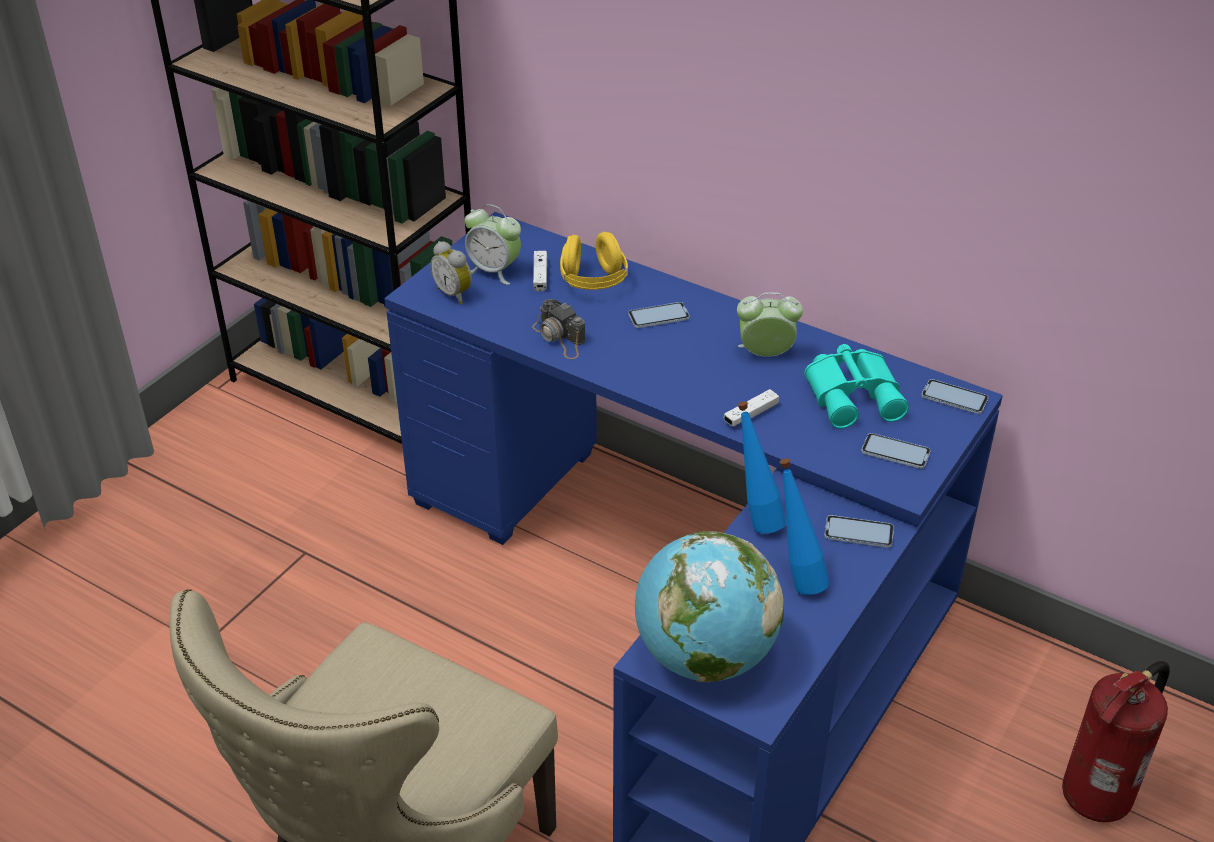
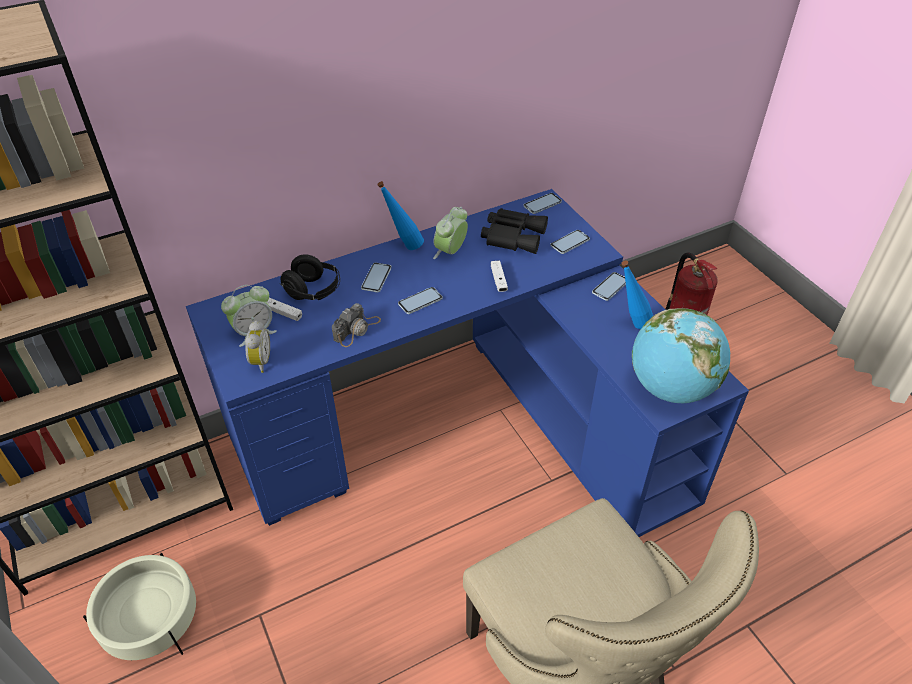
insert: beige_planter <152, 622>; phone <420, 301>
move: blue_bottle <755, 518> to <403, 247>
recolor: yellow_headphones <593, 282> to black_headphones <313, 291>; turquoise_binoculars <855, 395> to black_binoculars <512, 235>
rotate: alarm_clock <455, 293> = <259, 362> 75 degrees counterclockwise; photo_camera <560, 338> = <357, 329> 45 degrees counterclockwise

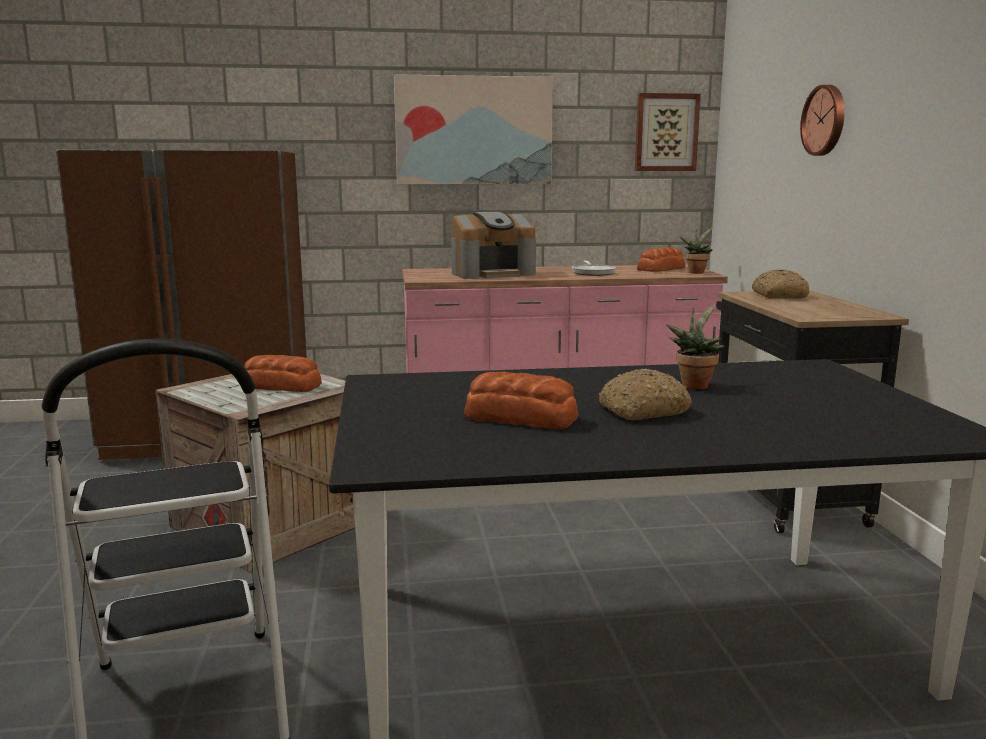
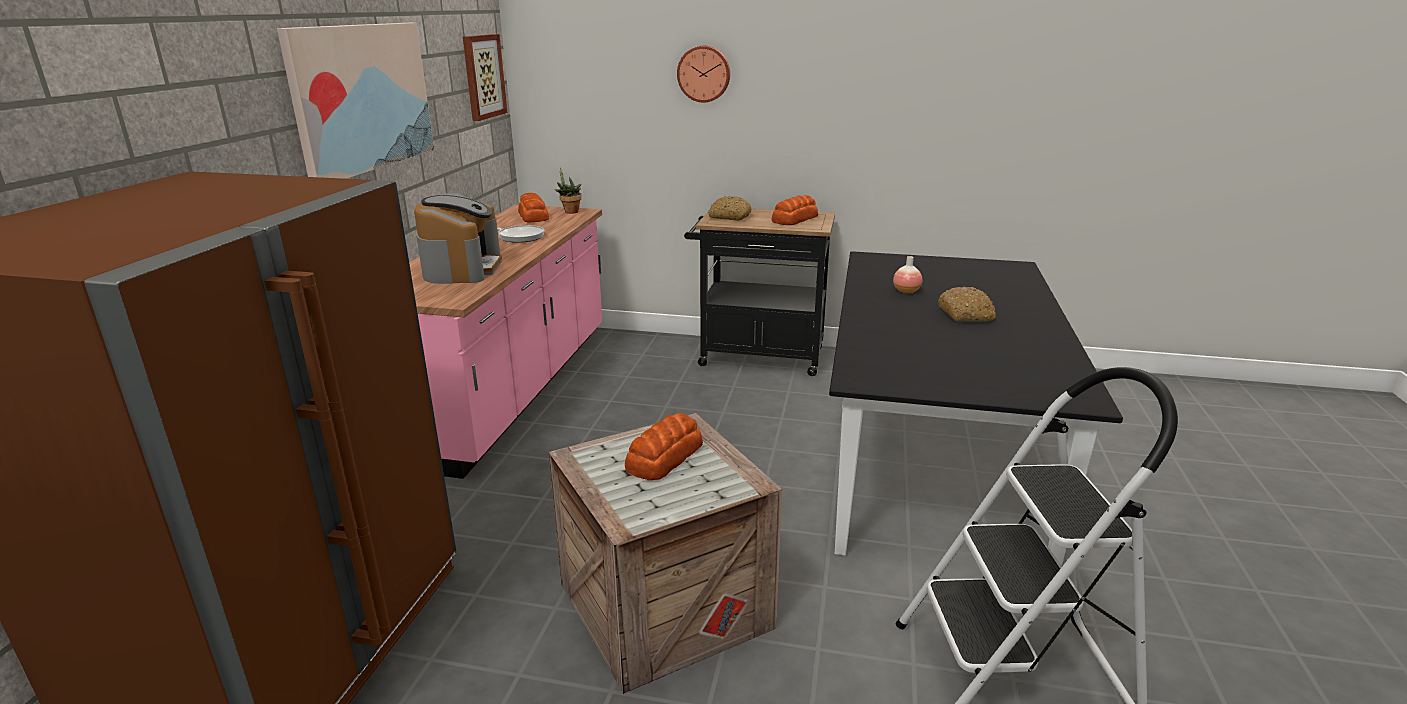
move: bread <519, 417> to <794, 219>
replace: potted_plant <694, 385> to vase <906, 291>

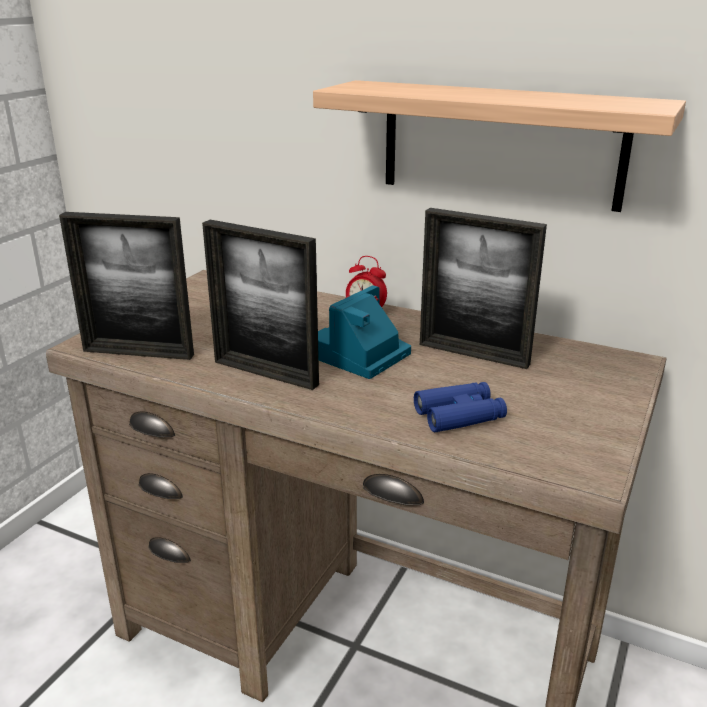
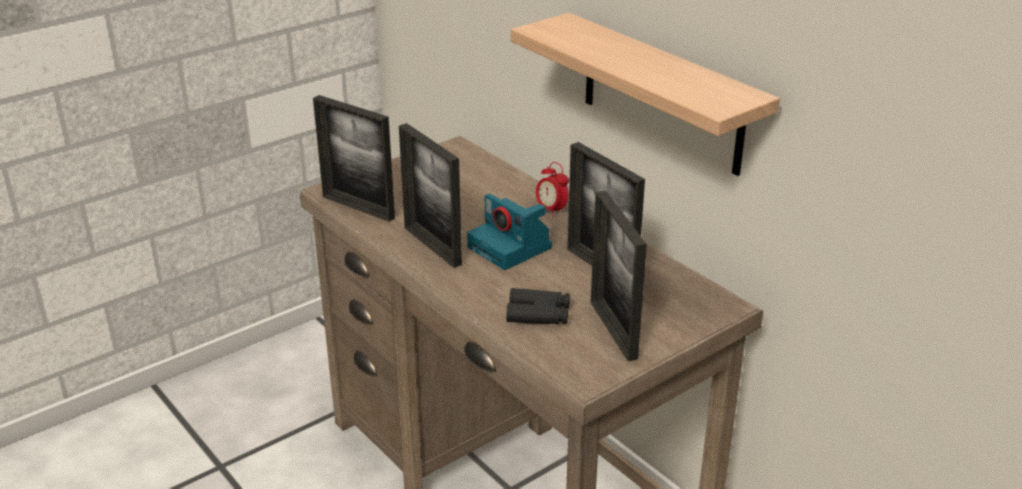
insert: picture_frame <613, 329>
recolor: blue_binoculars <459, 415> to black_binoculars <538, 314>
rotate: photo_camera <359, 356> = <511, 248> 105 degrees counterclockwise

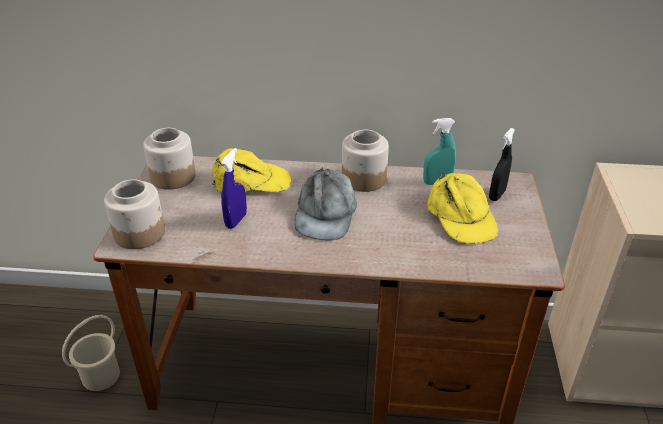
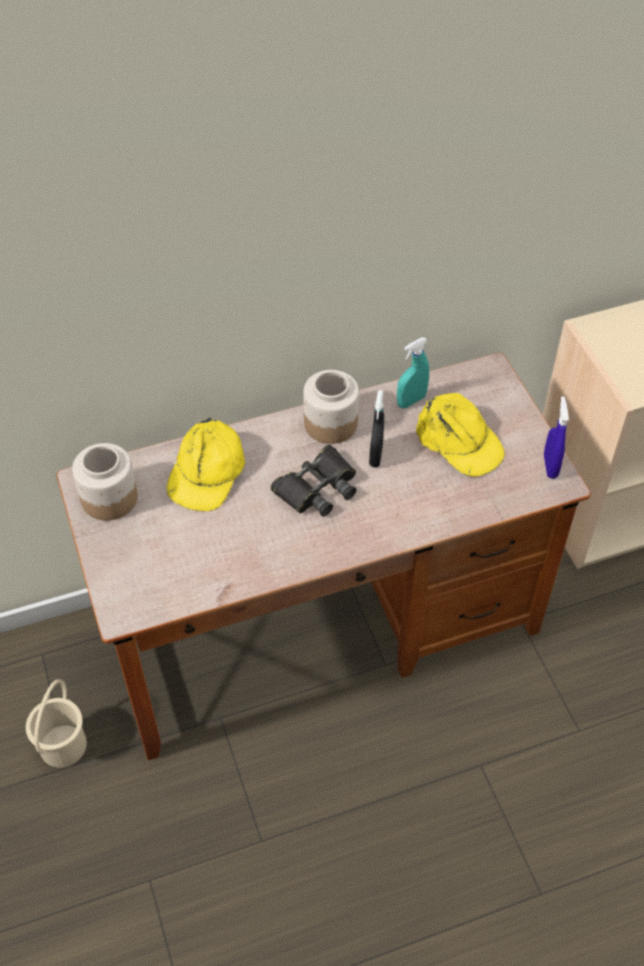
delete: jar <140, 233>
move: blue_spray_bottle <236, 221> to <550, 466>; black_spray_bottle <497, 195> to <375, 456>
replace: grey_cap <325, 213> to black_binoculars <317, 488>
rotate: yellow_cap <251, 181> = <207, 472> 135 degrees clockwise

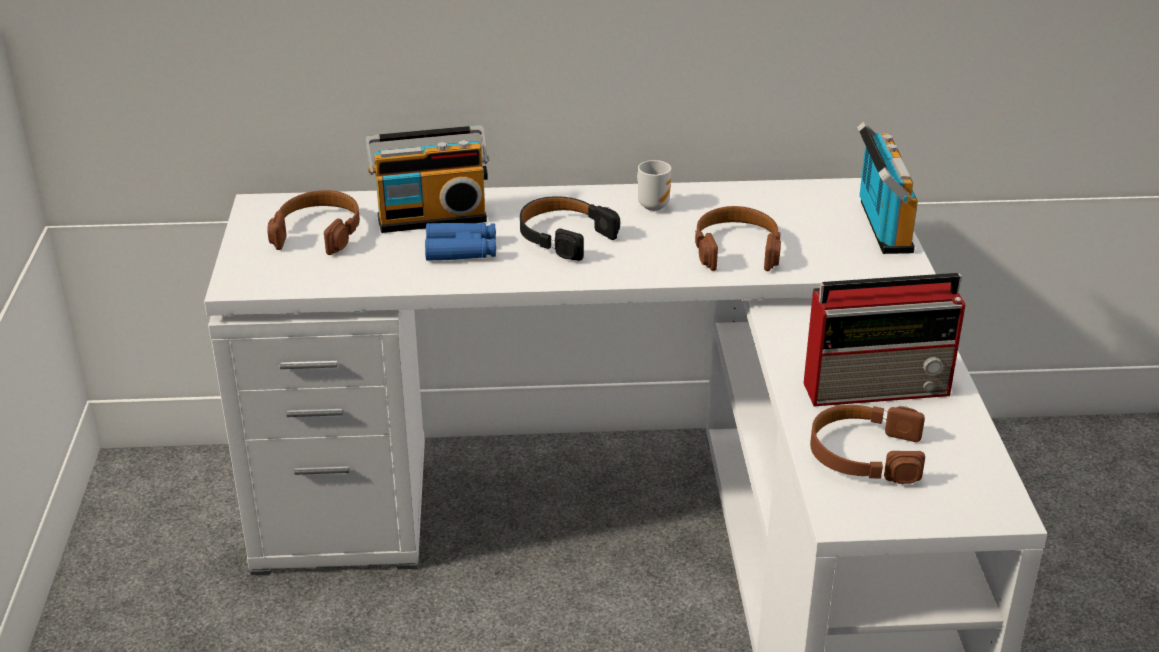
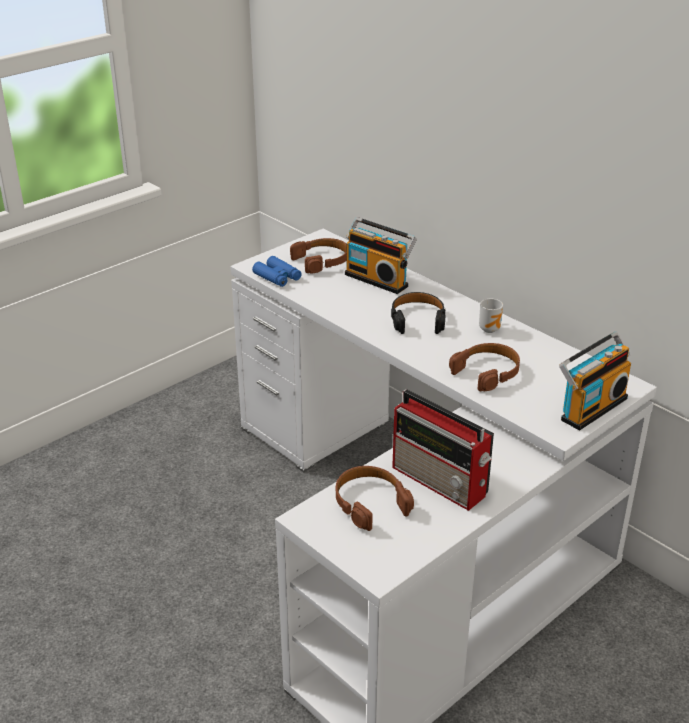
move: blue_binoculars <461, 250> to <277, 277>

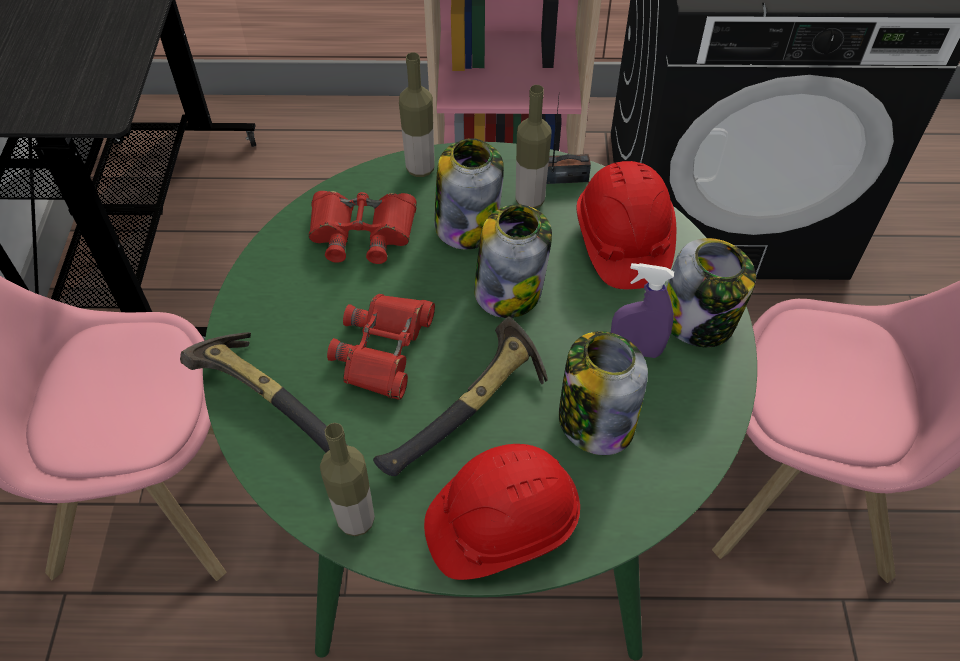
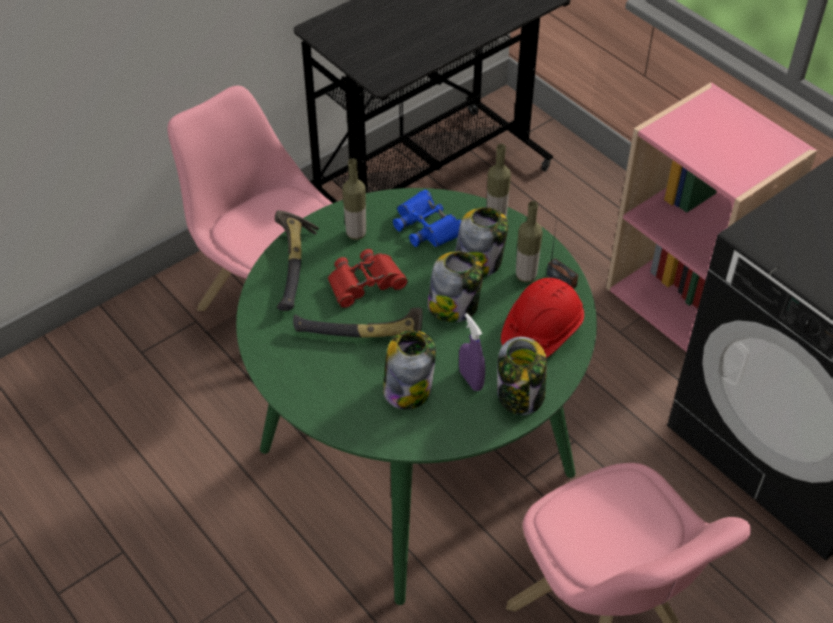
delete: red_hard_hat <501, 524>
move: bottle <356, 520> to <356, 234>
recolor: red_binoculars <362, 232> to blue_binoculars <427, 226>

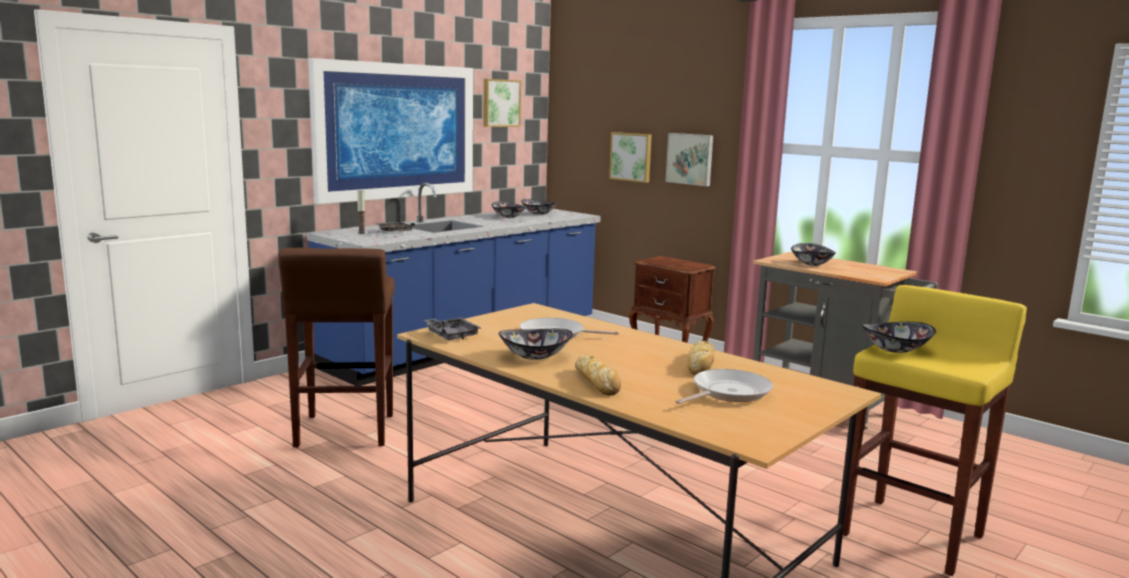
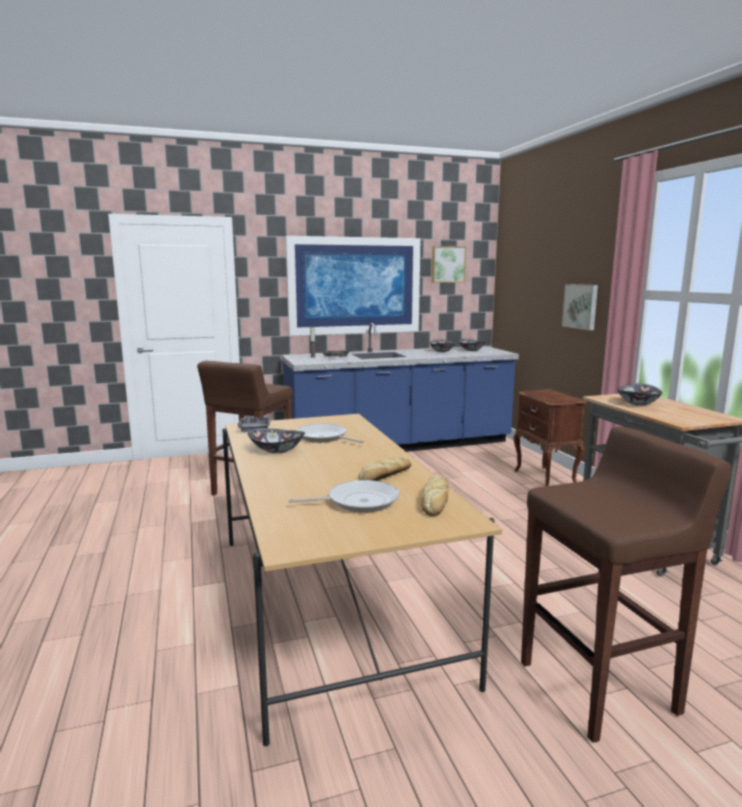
delete: picture <631, 157>; bowl <895, 349>
move: bread <597, 382> to <435, 501>
recolor: yellow_stool <913, 535> to brown_stool <599, 687>

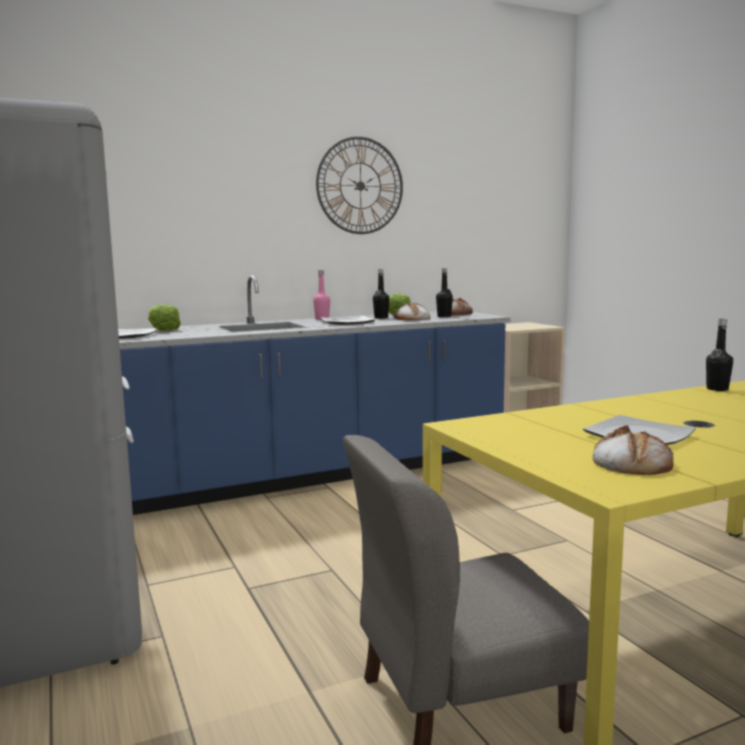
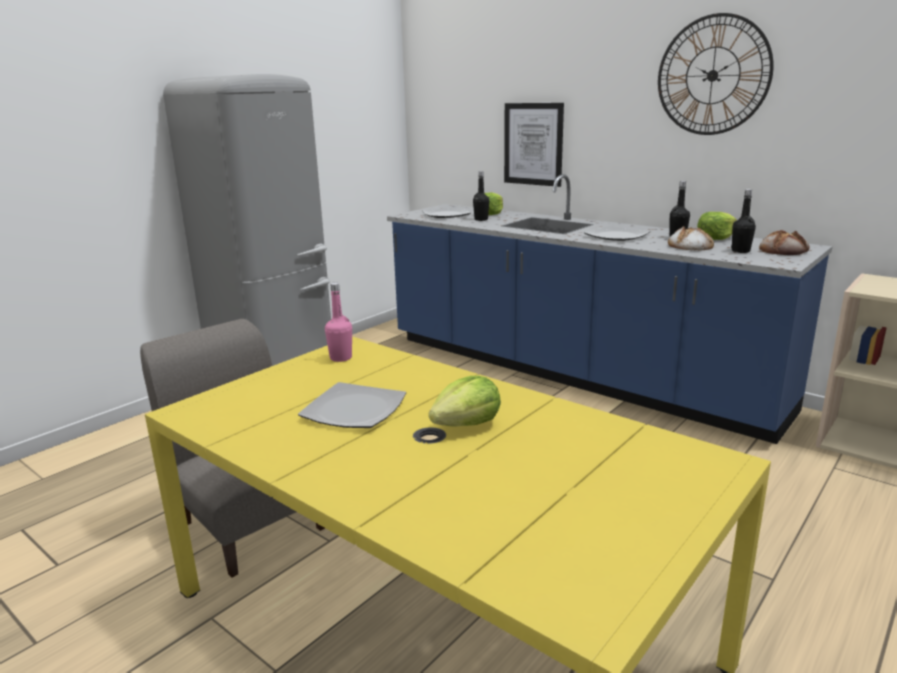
delete: bread <630, 462>
insert: lettuce <467, 424>; picture <533, 144>
move: pink_bottle <322, 319> to <341, 358>; black_bottle <717, 389> to <481, 219>

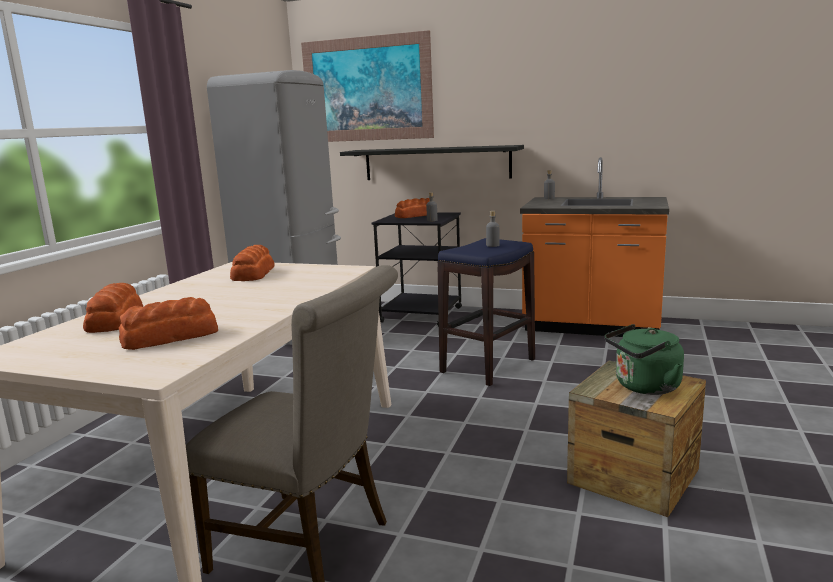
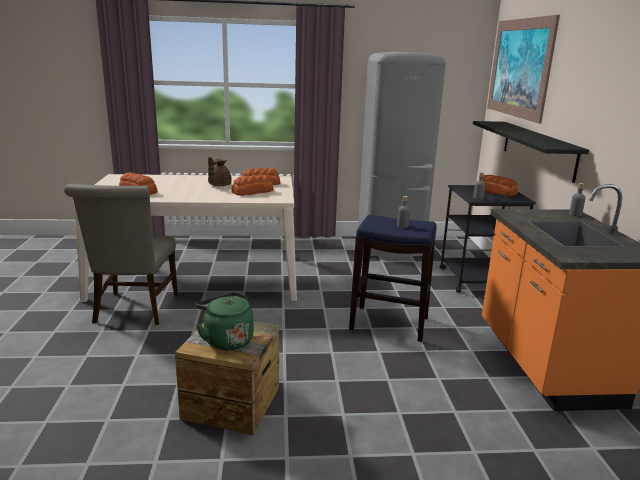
insert: brown_teapot <218, 185>
move: bread <116, 320> to <253, 192>

